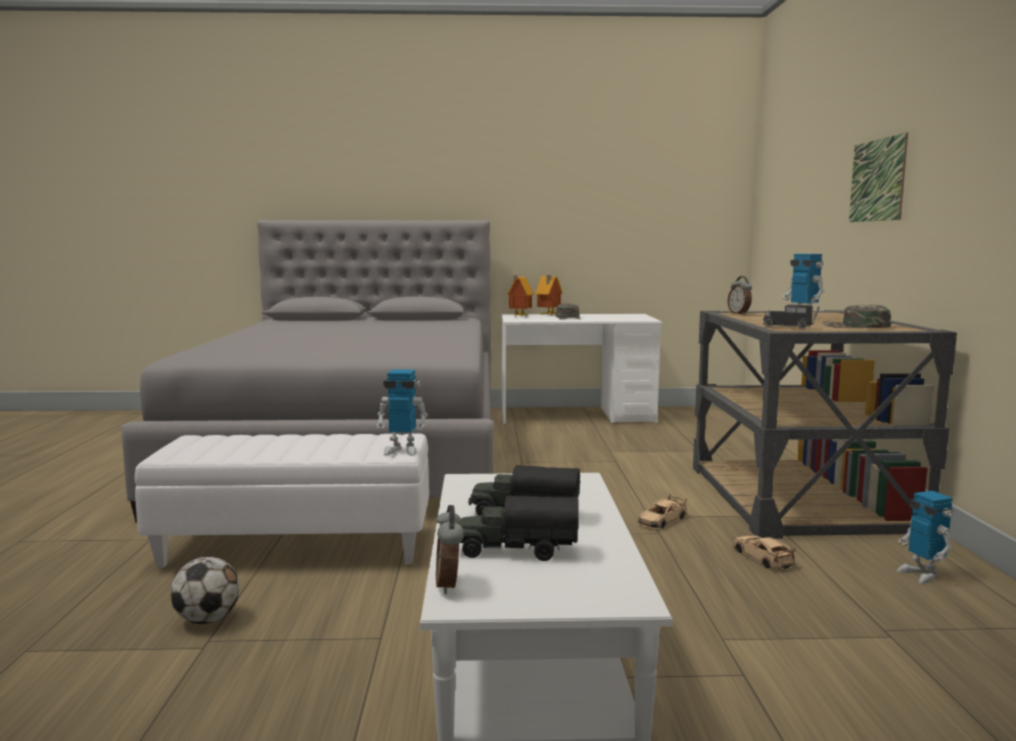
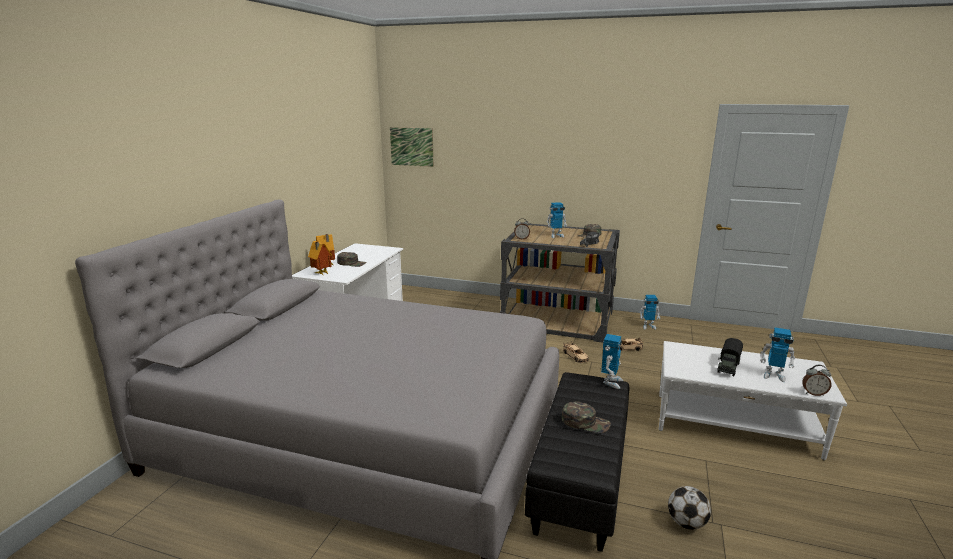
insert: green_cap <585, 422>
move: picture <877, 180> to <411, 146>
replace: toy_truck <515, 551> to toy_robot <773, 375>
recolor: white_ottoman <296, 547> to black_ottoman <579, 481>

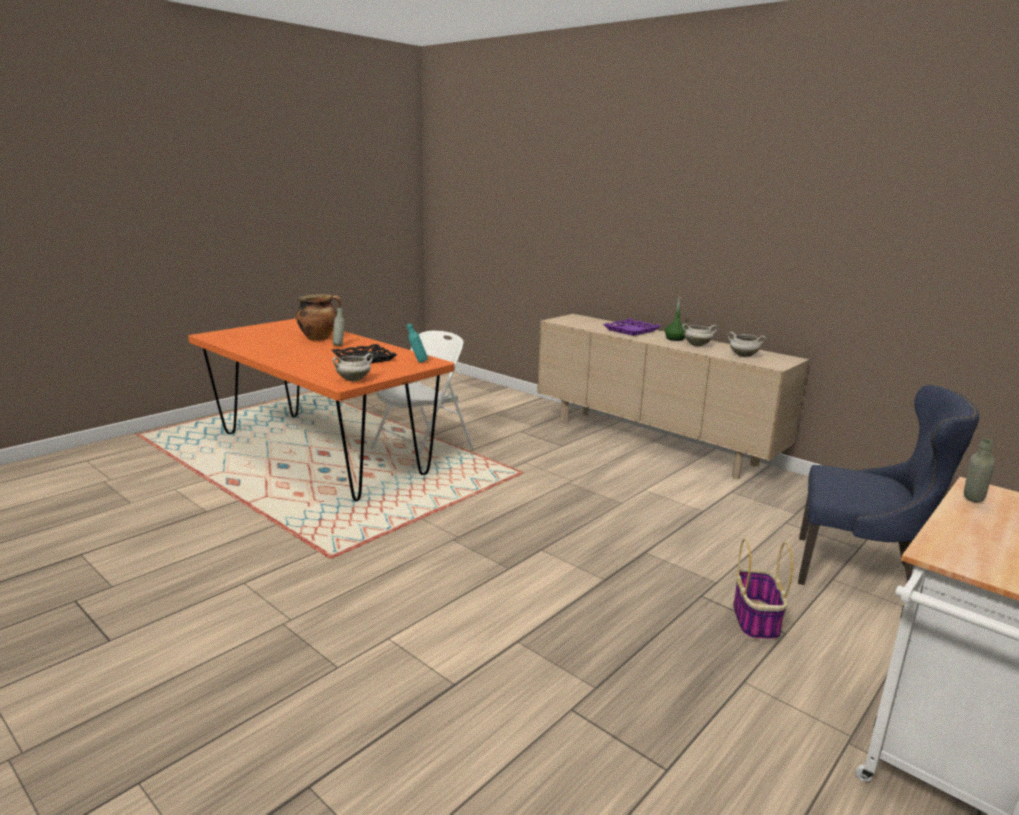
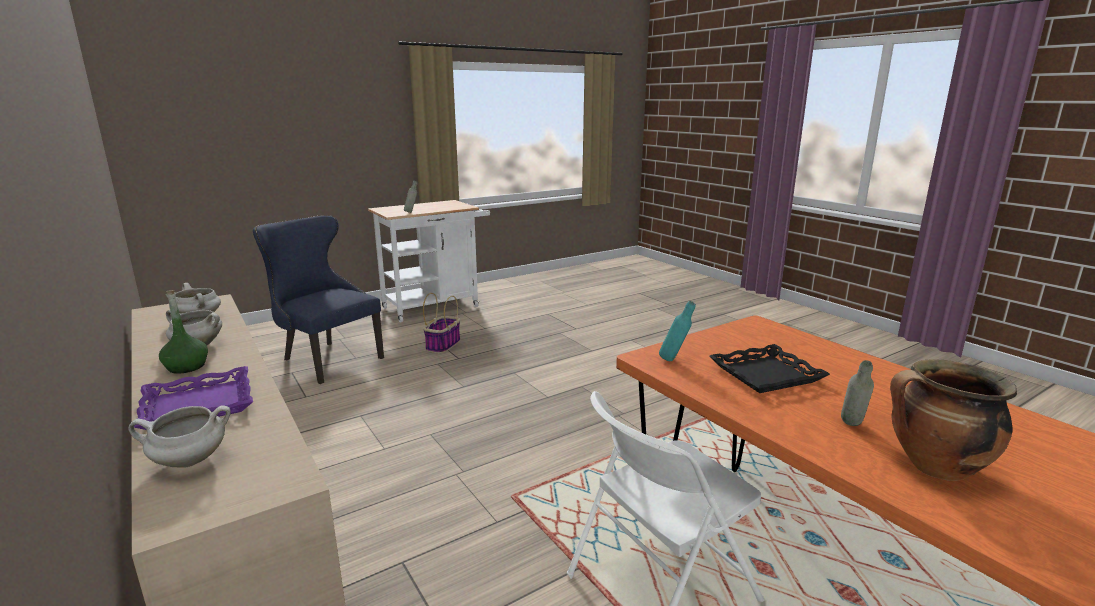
move: white_cooking_pot <354, 379> to <189, 461>

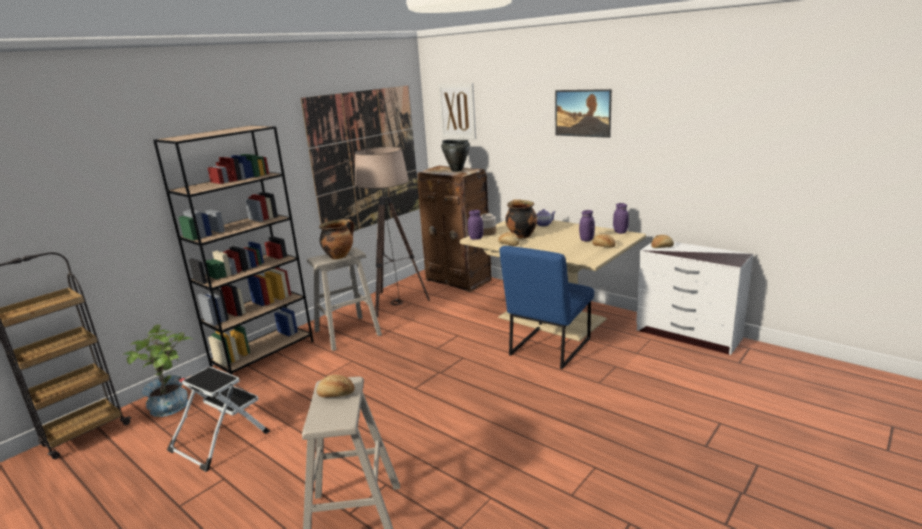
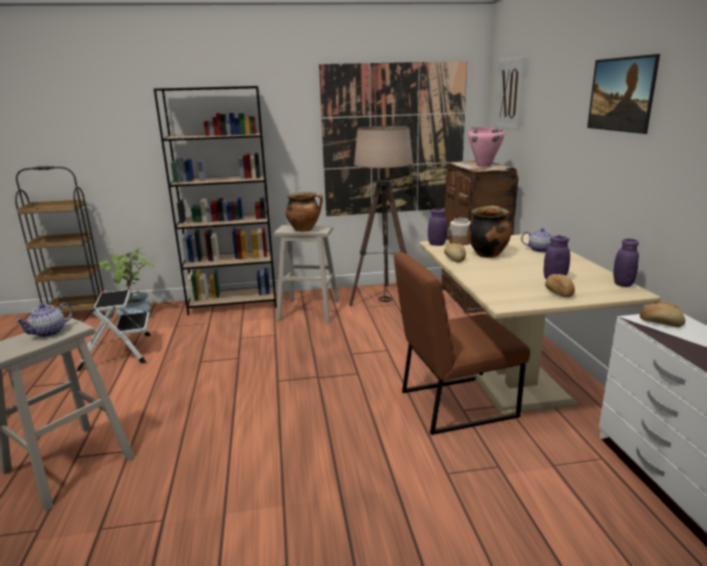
replace: bread <336, 394> to teapot <49, 332>
recolor: black_cooking_pot <456, 170> to pink_cooking_pot <484, 165>; blue_chair <548, 347> to brown_chair <454, 404>

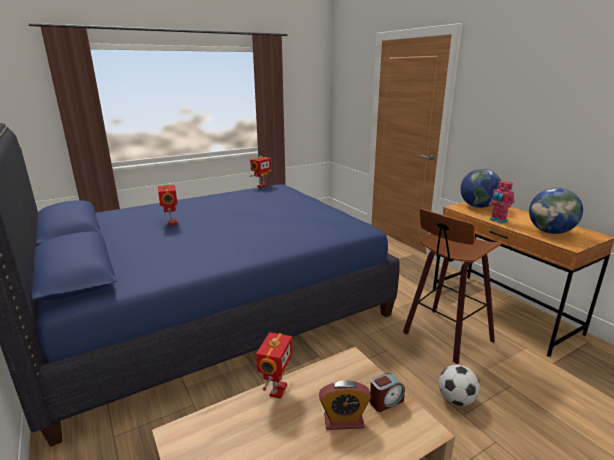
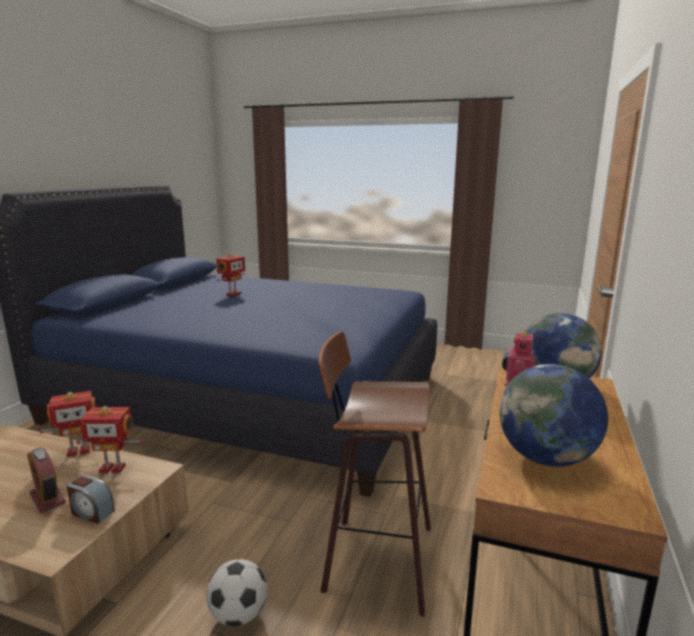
move: toy_robot <262, 186> to <113, 468>

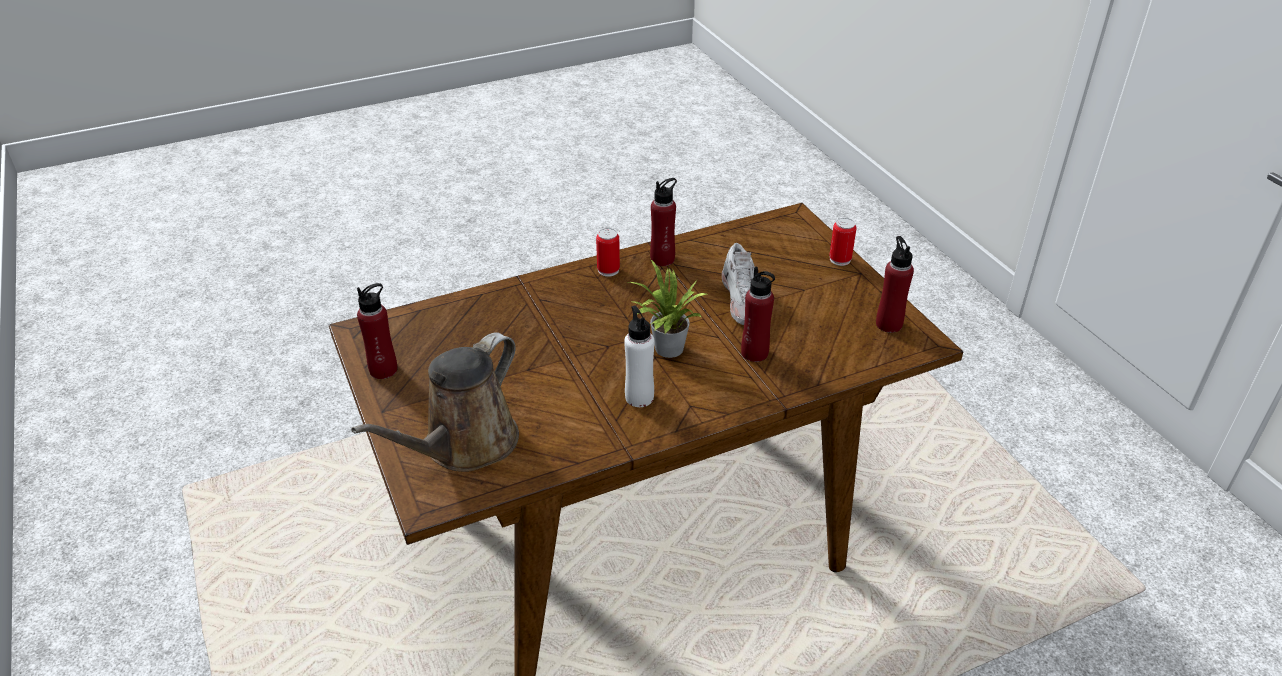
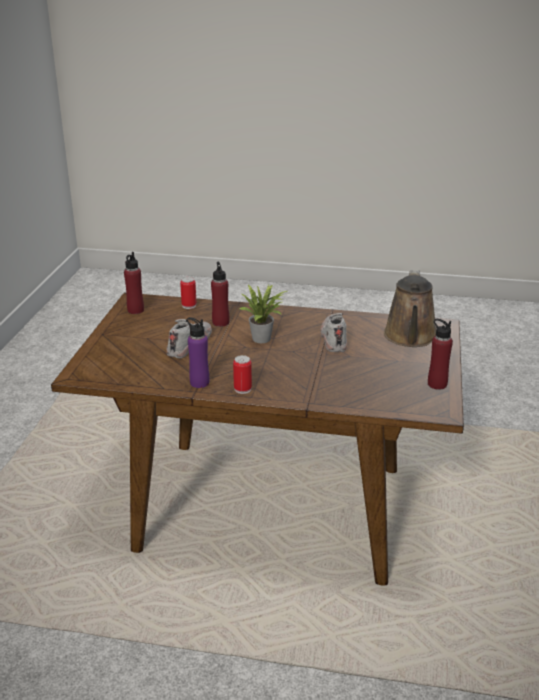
delete: white_bottle <639, 397>
insert: white_shoe <333, 338>
move: can <840, 259> to <189, 305>
recolor: red_bottle <662, 259> to purple_bottle <199, 383>
rotate: brown_watering_can <464, 445> = <410, 337> 120 degrees clockwise

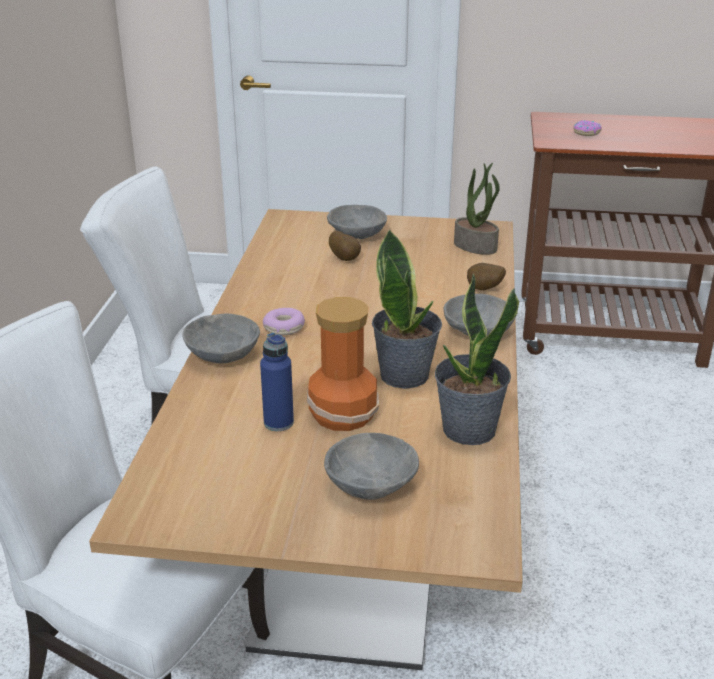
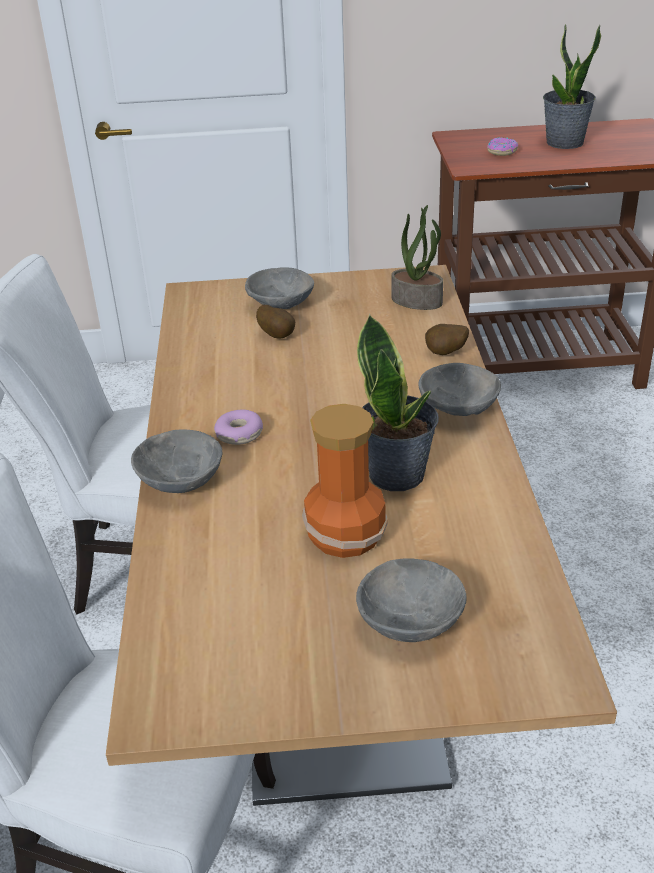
delete: blue_bottle <278, 422>
move: potted_plant <468, 430> to <564, 143>

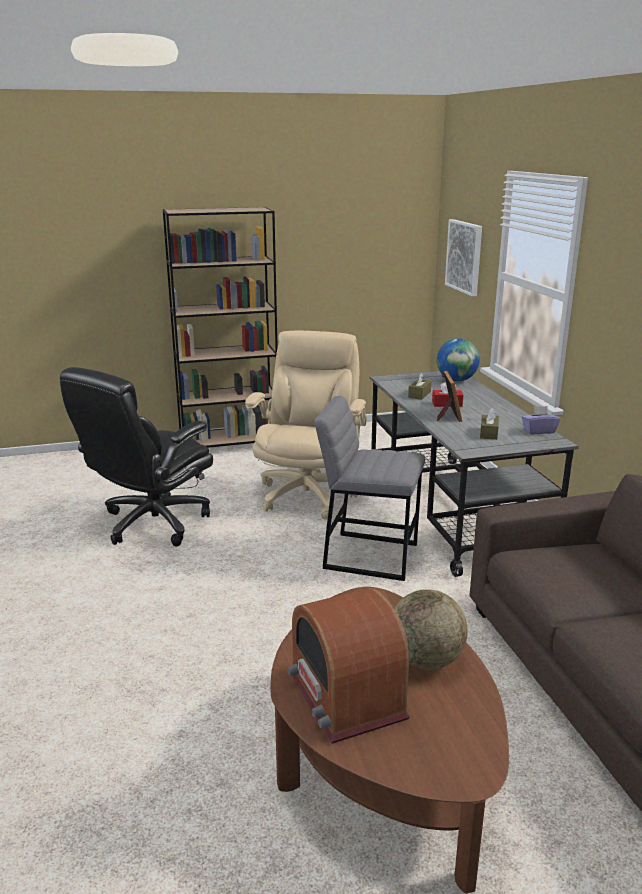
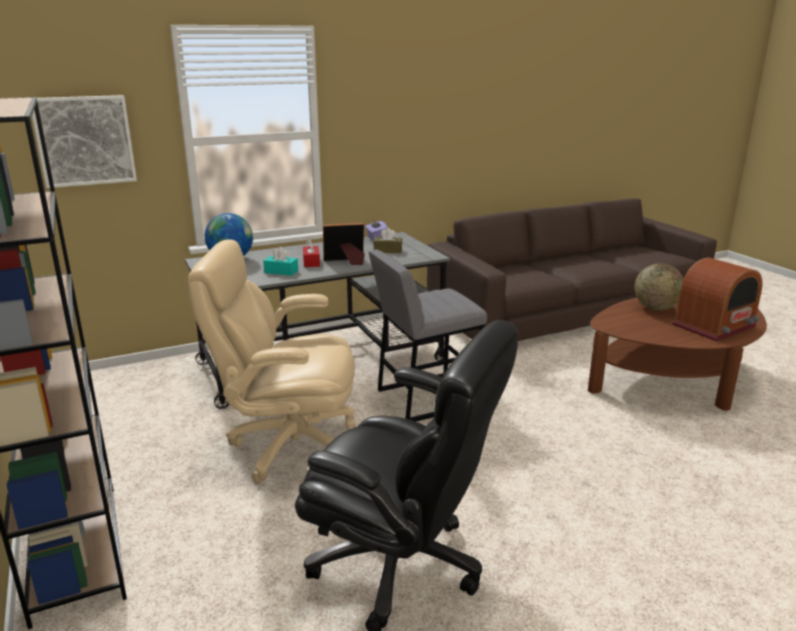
recolor: brown_tissue_box <419, 394> to turquoise_tissue_box <281, 272>
rotate: grey_chair <368, 555> = <425, 398> 60 degrees clockwise

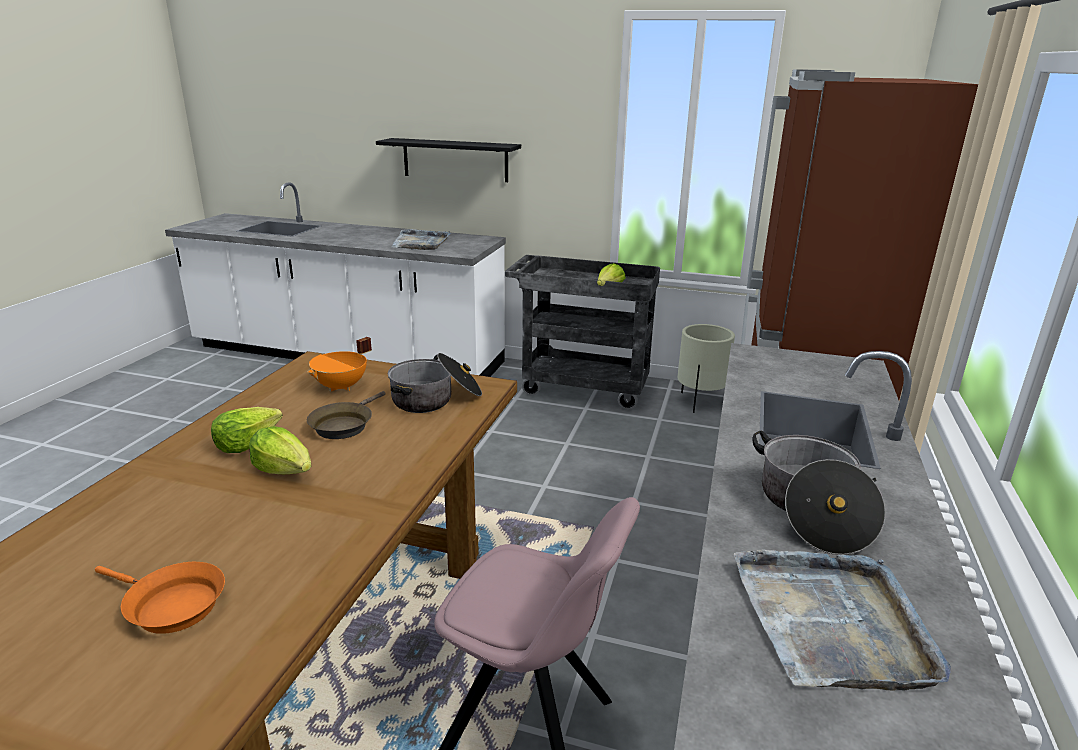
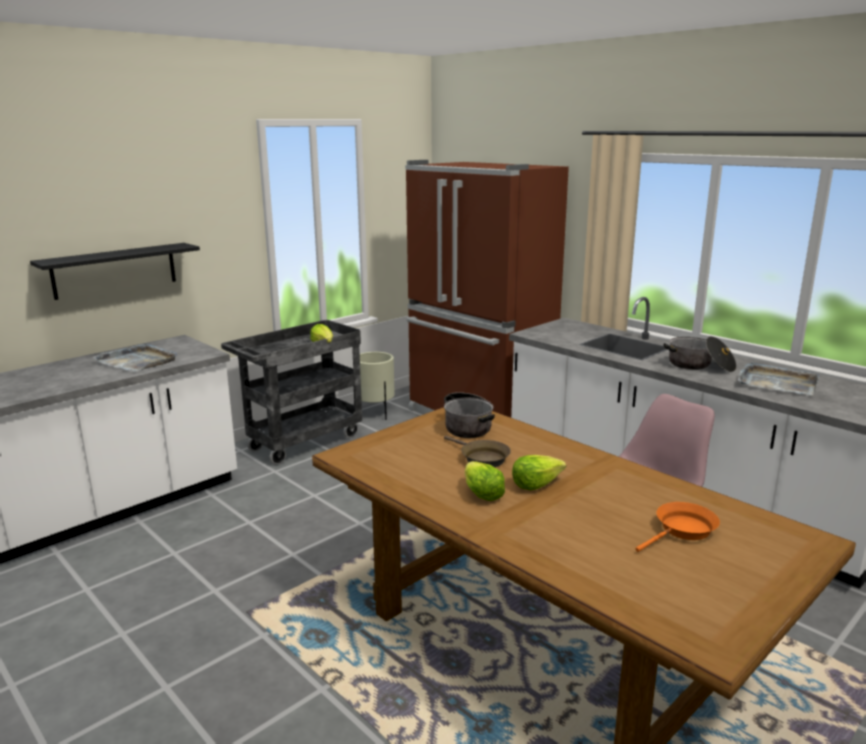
delete: orange_cooking_pot <342, 387>

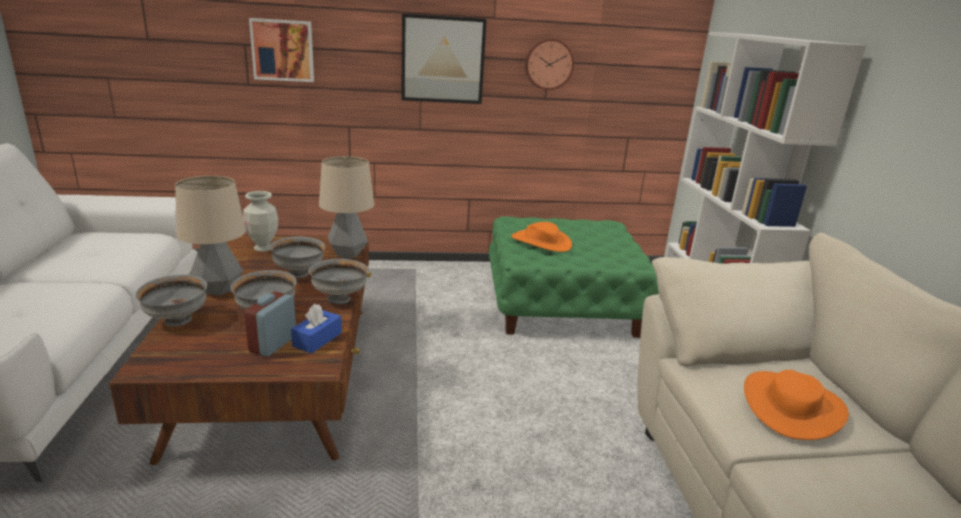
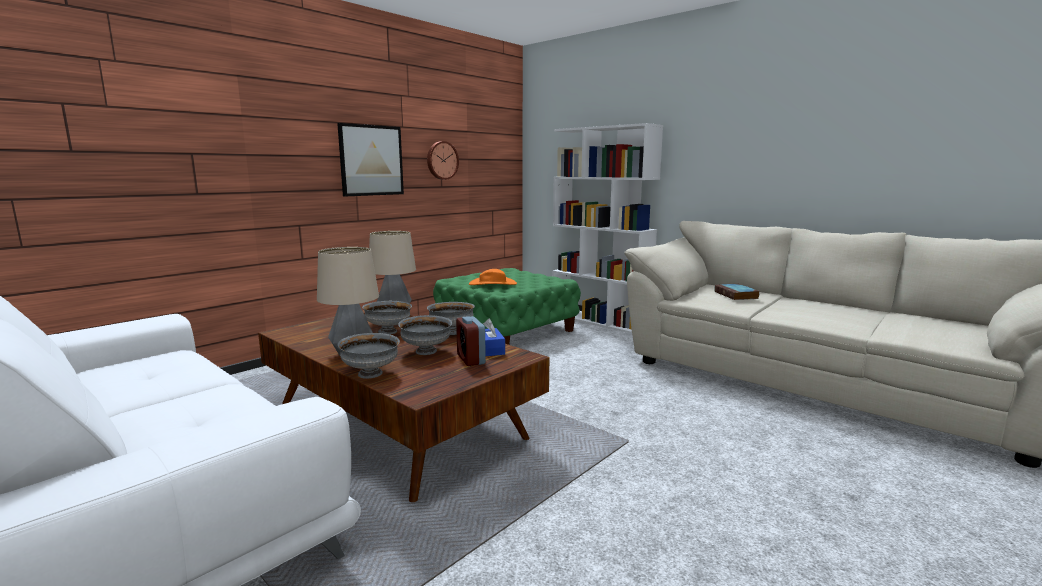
delete: vase <263, 248>; picture <283, 50>
replace: orange_hat <792, 406> to book <736, 295>

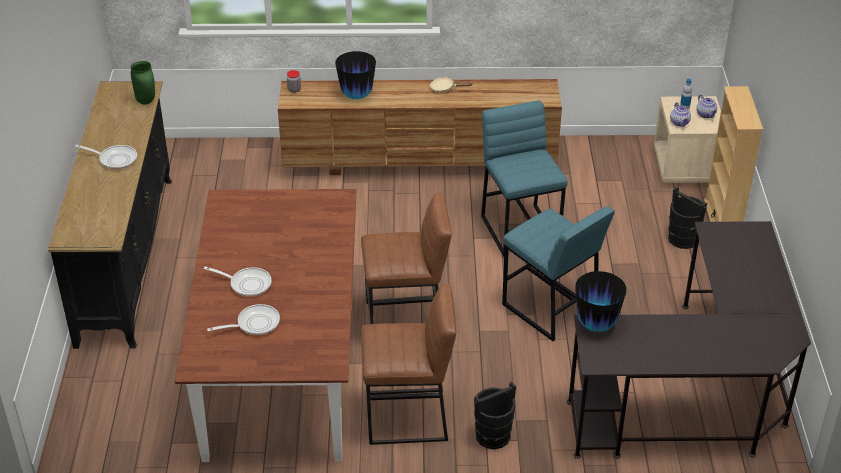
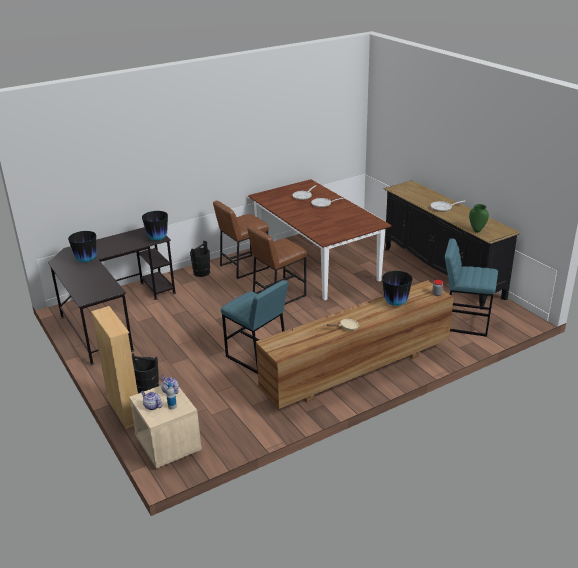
insert: vase <86, 260>
move: blue_stool <551, 309> to <464, 322>

